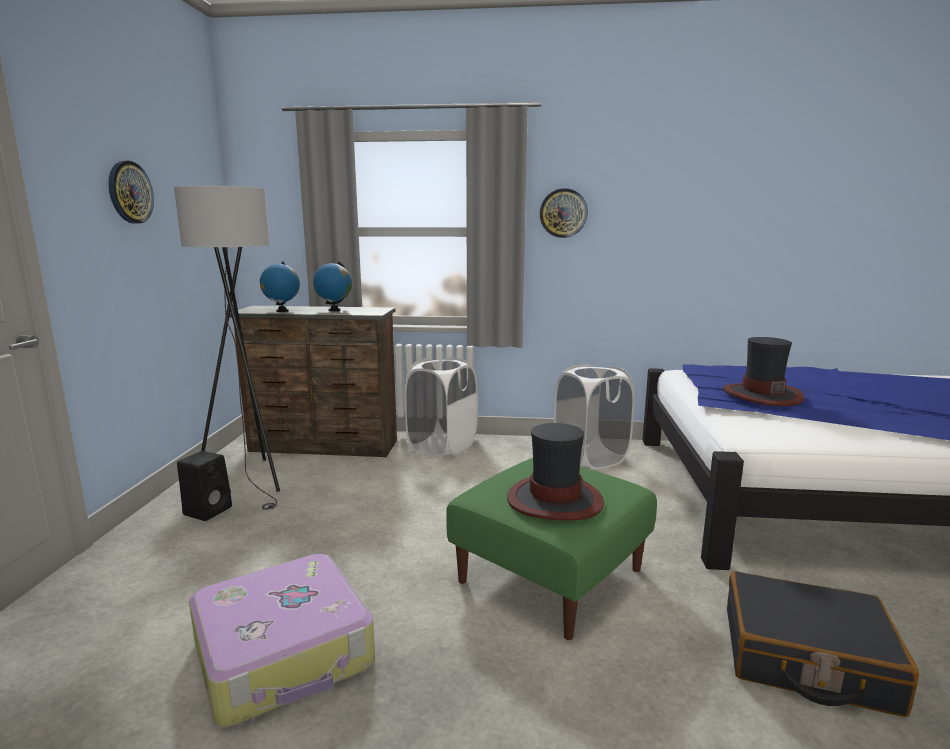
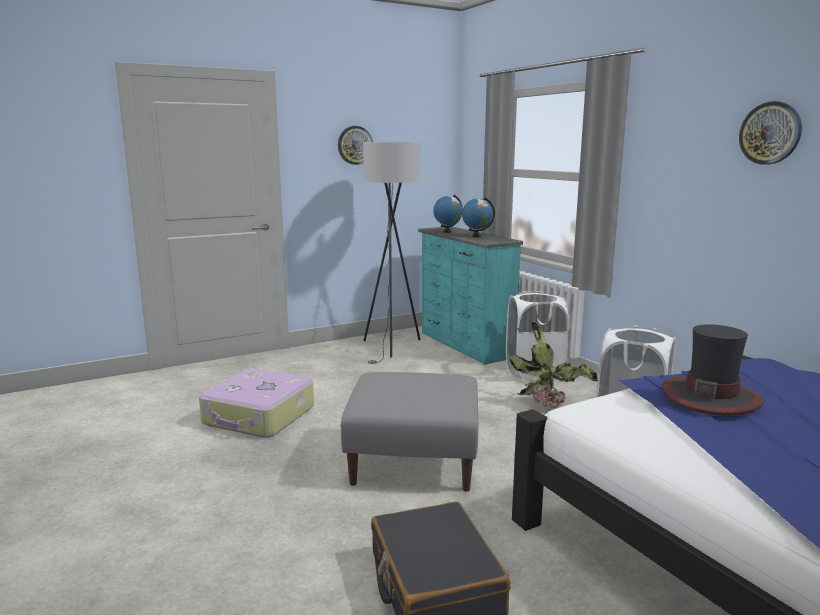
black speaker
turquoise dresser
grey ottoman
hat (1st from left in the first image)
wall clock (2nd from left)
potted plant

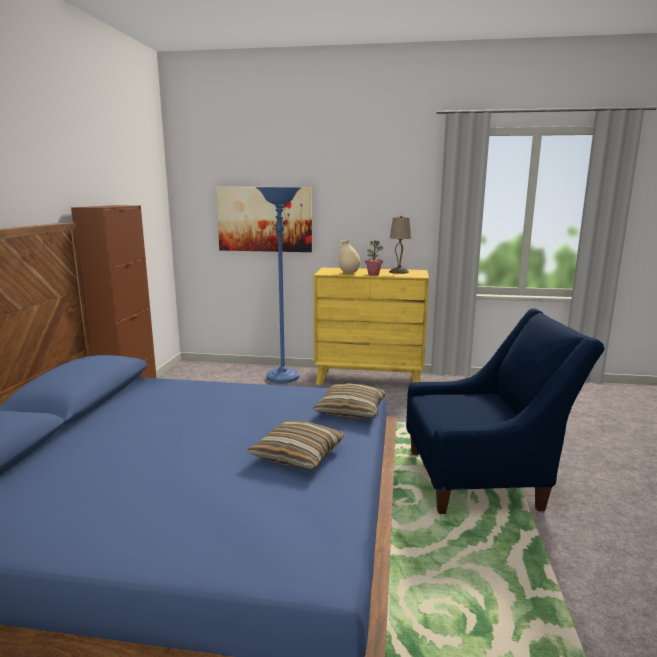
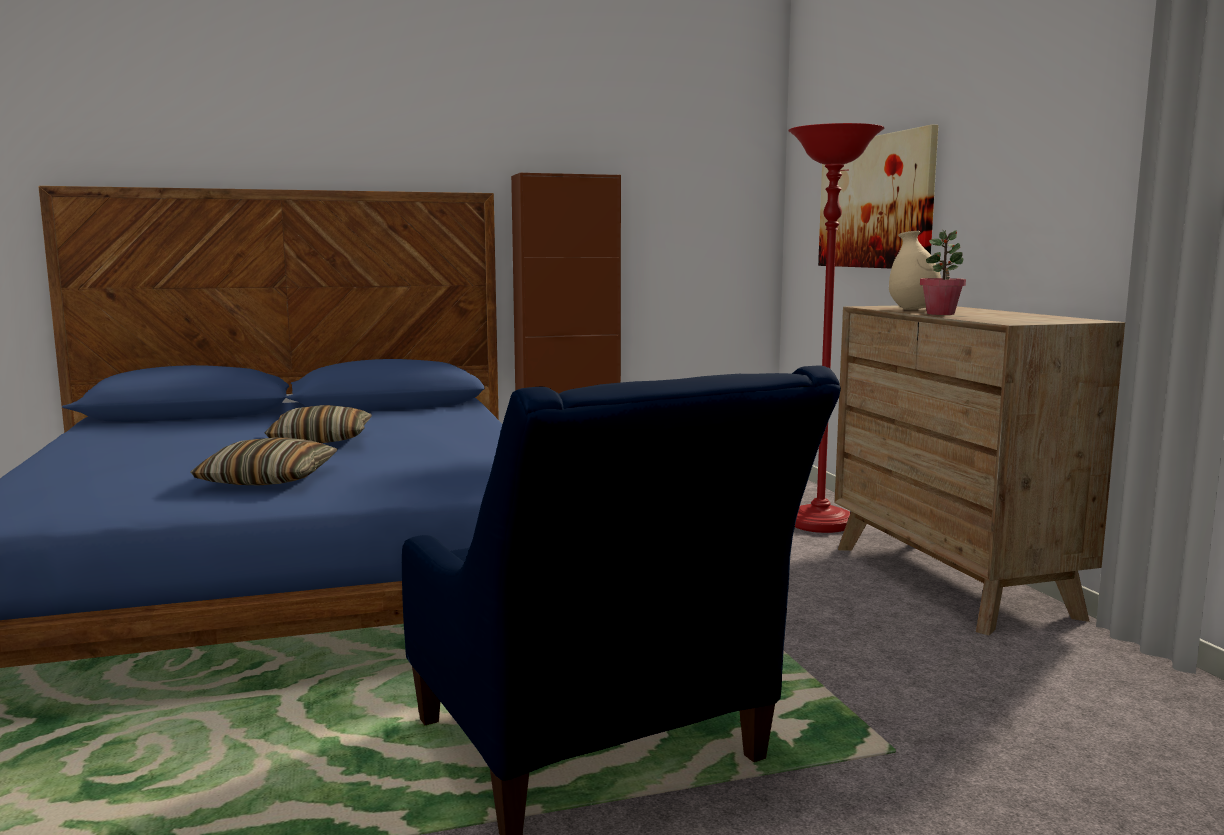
red floor lamp
pillow (2nd from left)
brown dresser
beige table lamp

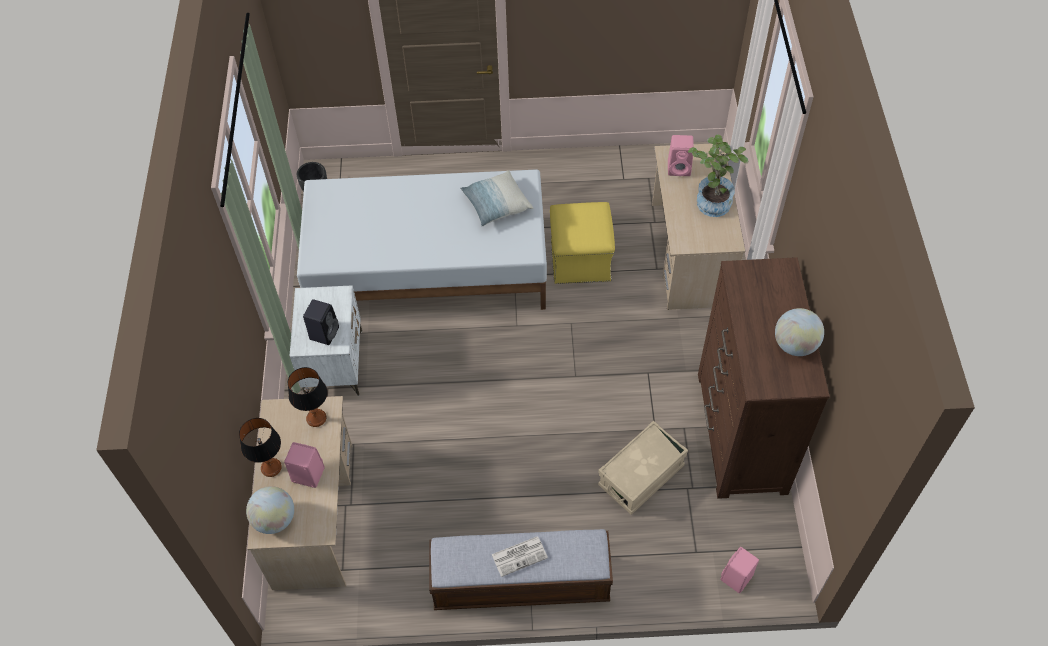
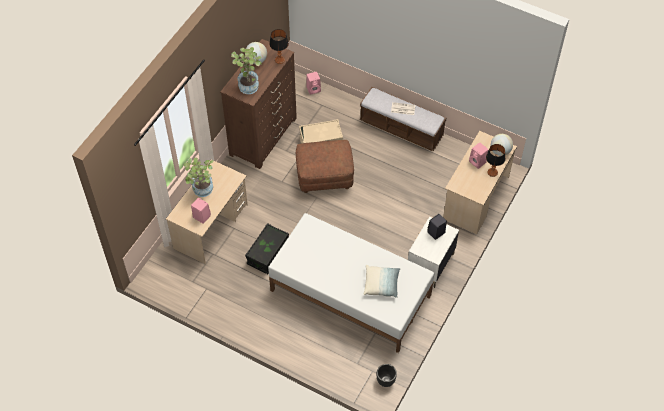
table lamp (1st from left)
pillow
black storage box
potted plant (2nd from left)
brown ottoman

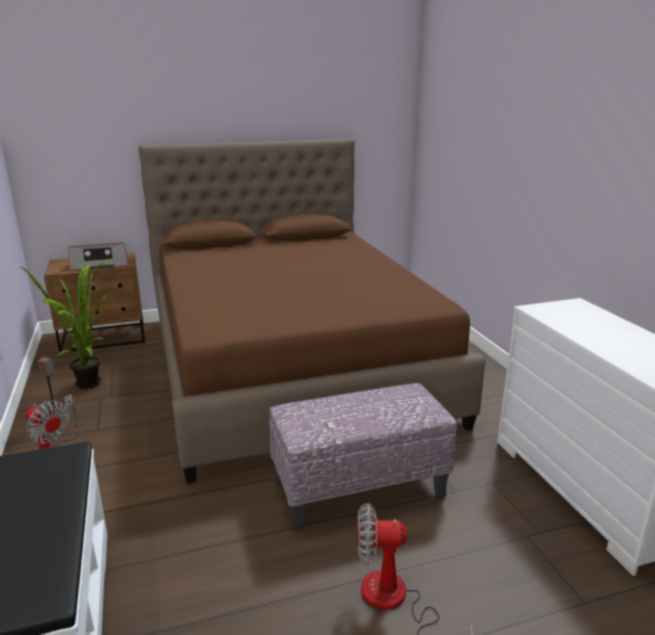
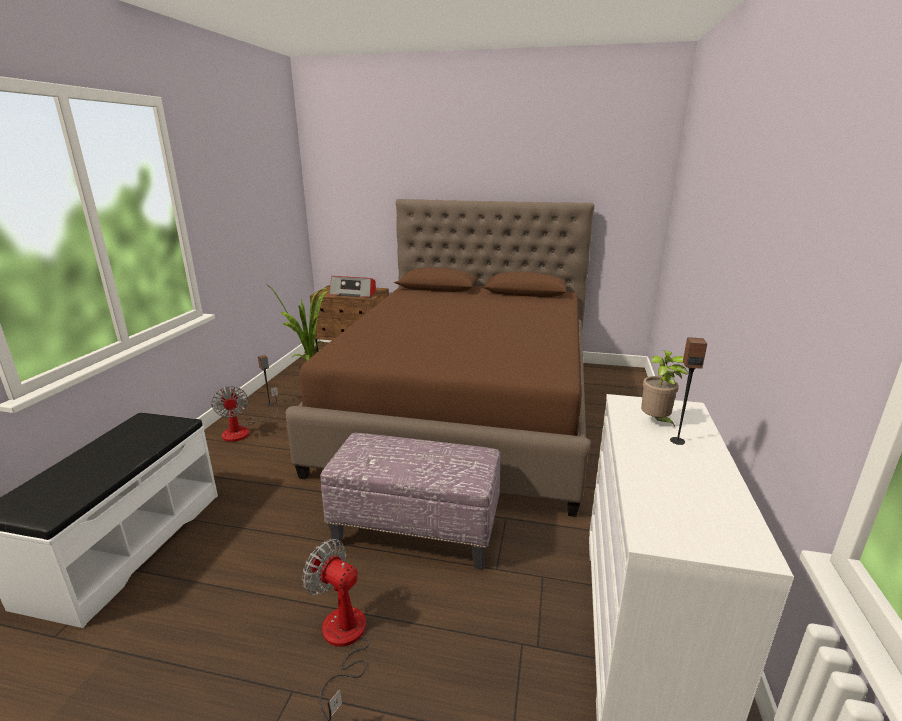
potted plant (2nd from left)
speaker (2nd from left)

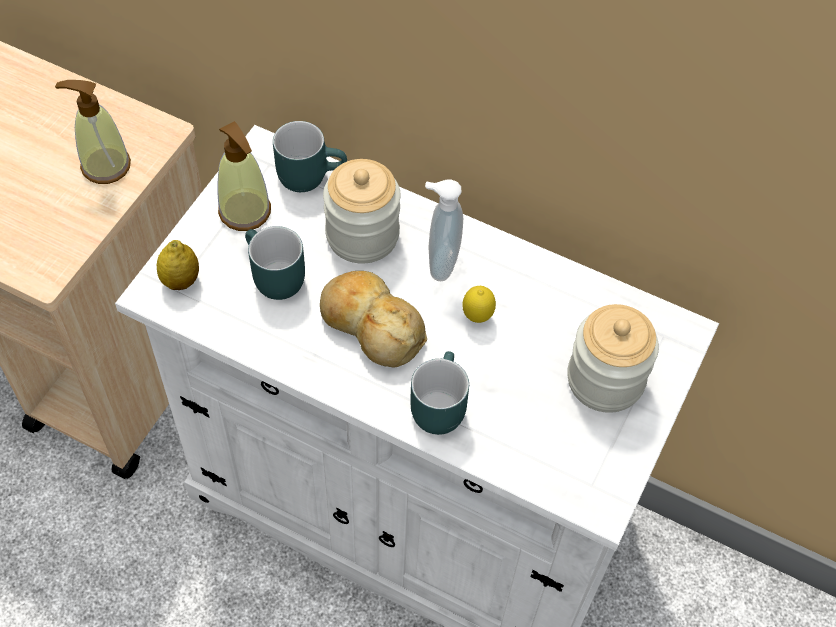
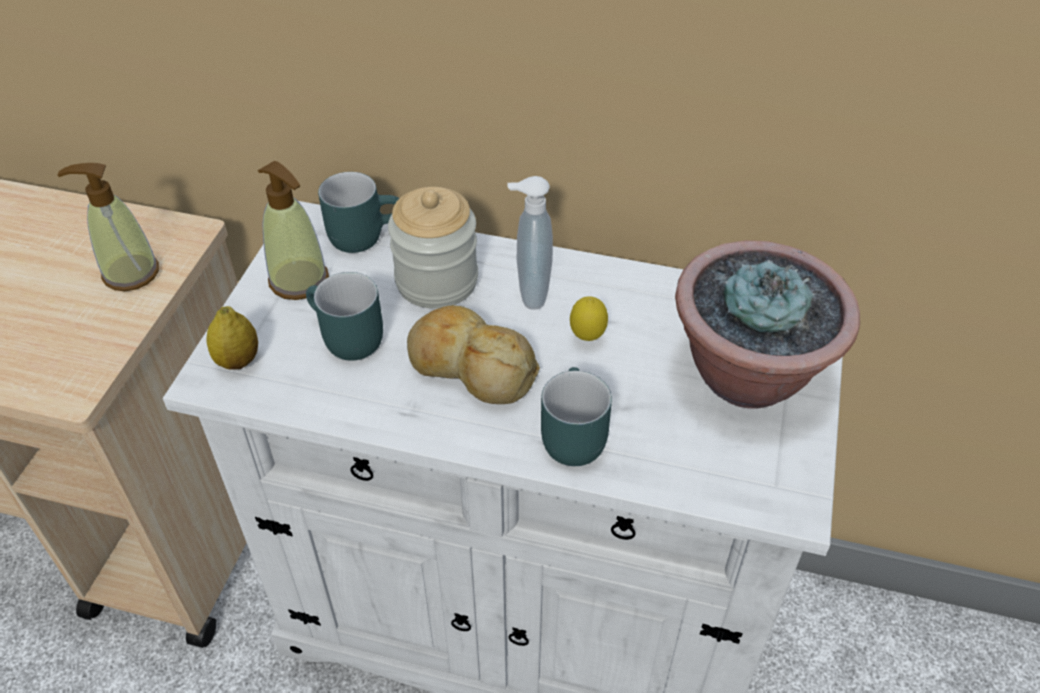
potted plant

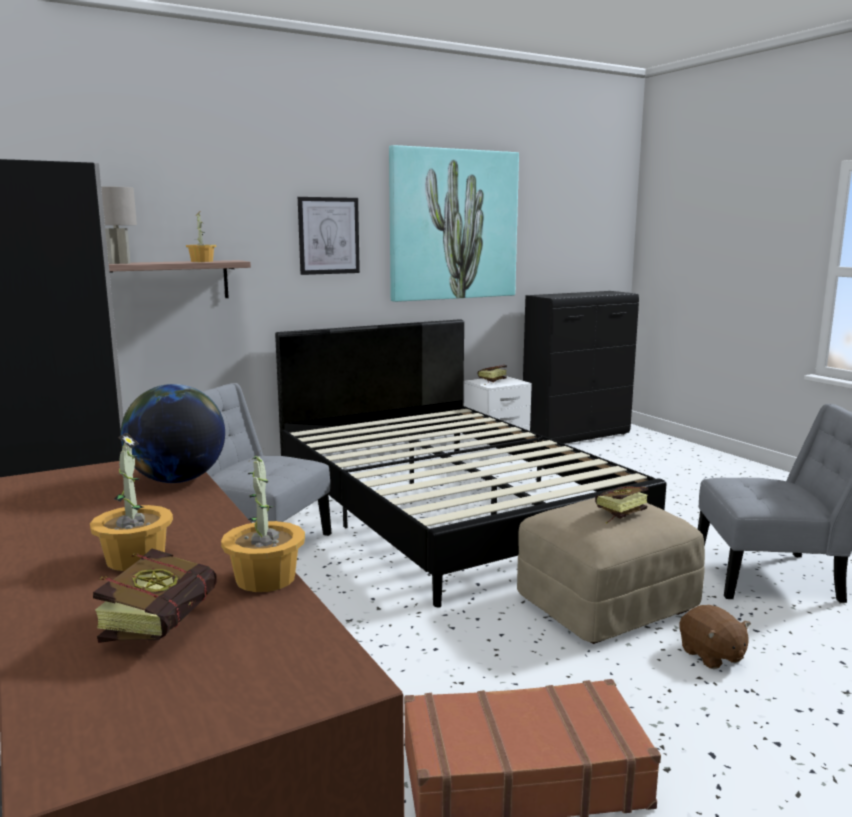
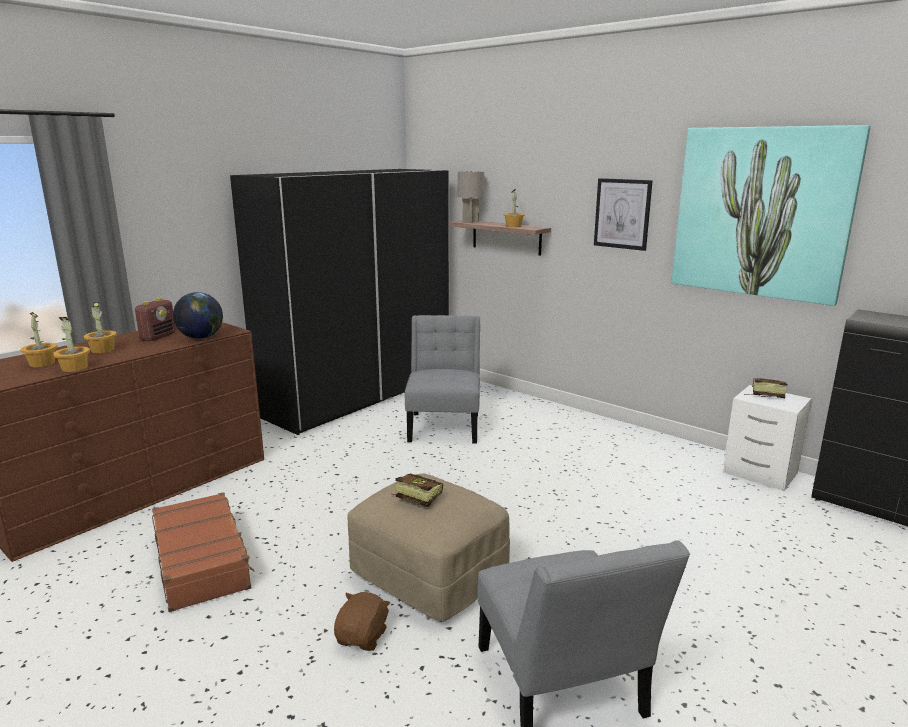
potted plant (1st from left)
black bed
brown plush toy
radio

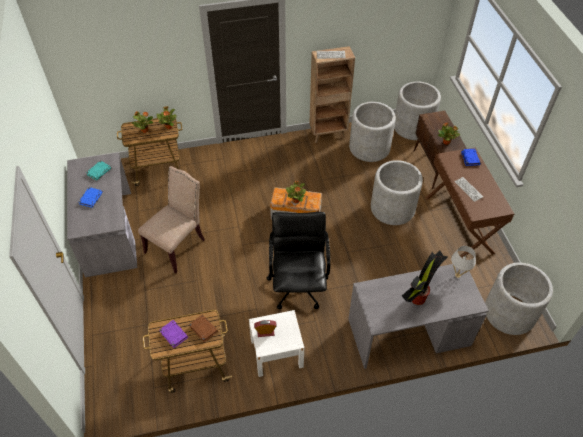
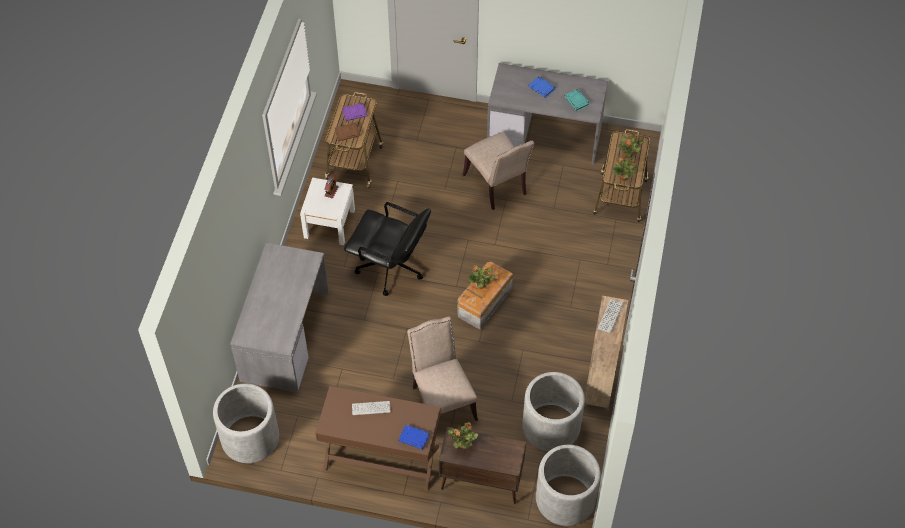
beige chair (1st from left)
potted plant (4th from left in the first image)
white table lamp

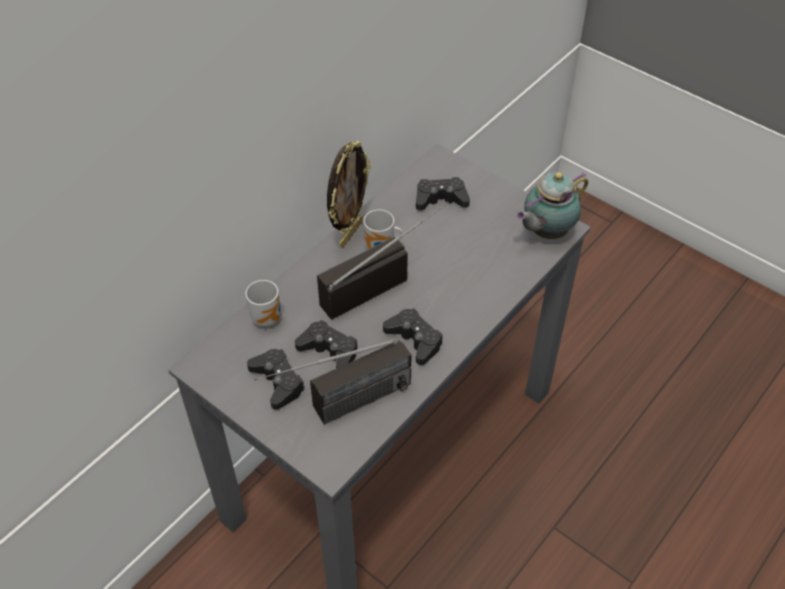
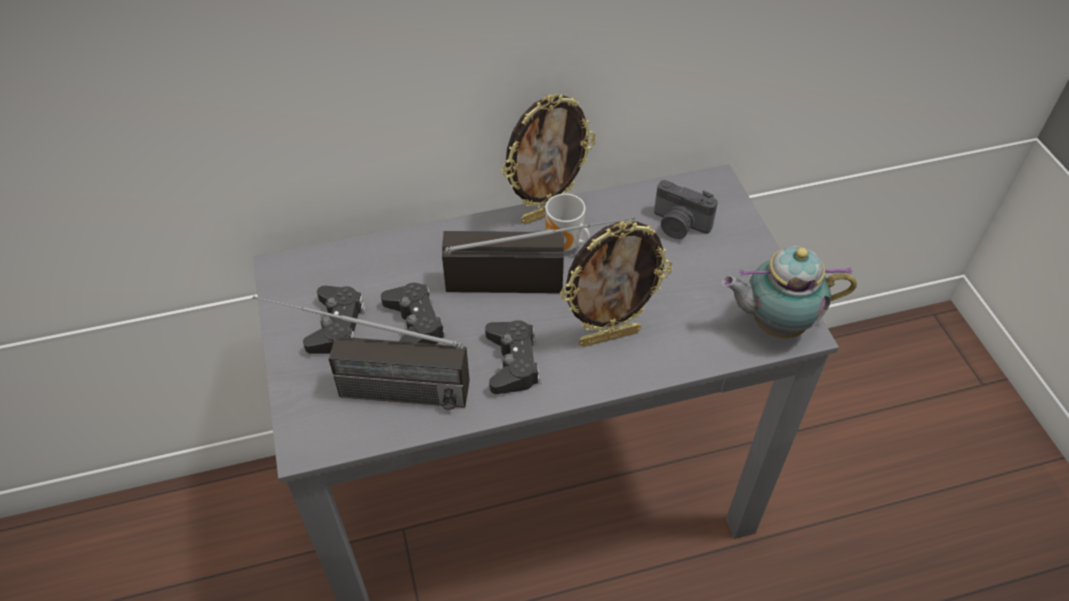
mug (1st from left in the first image)
photo camera
picture frame (2nd from left)

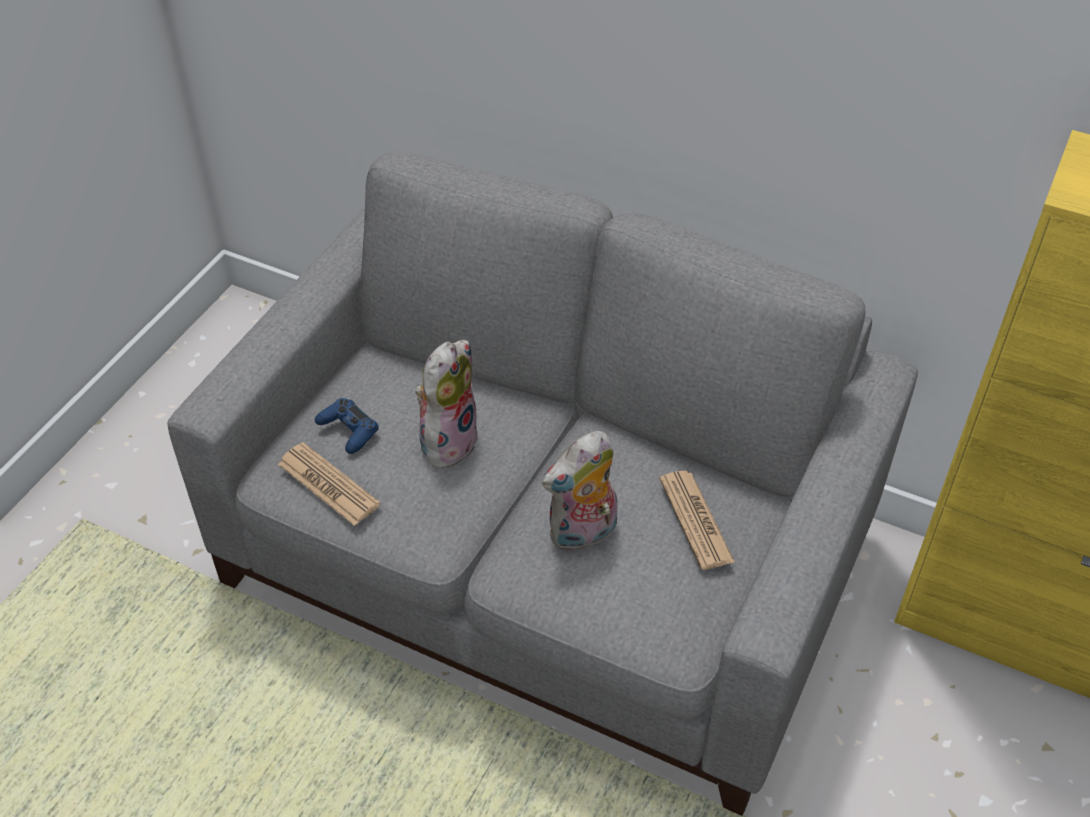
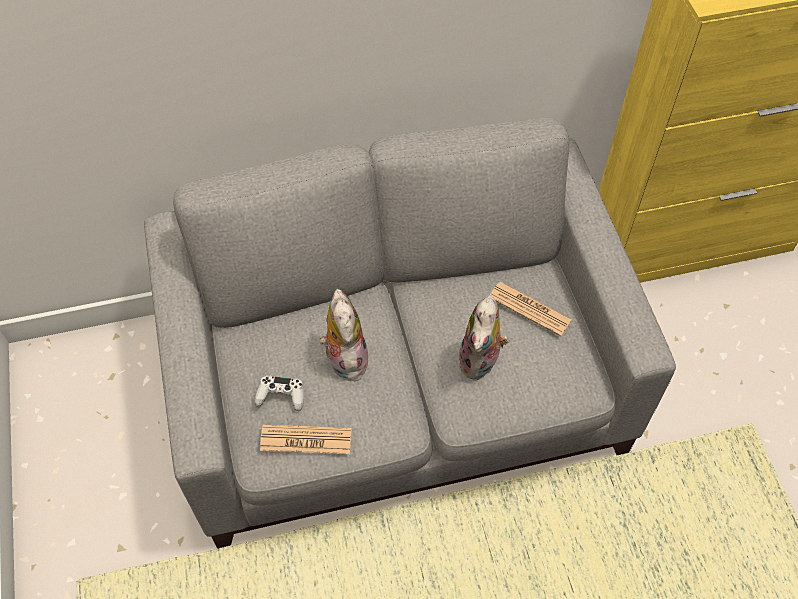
white game controller

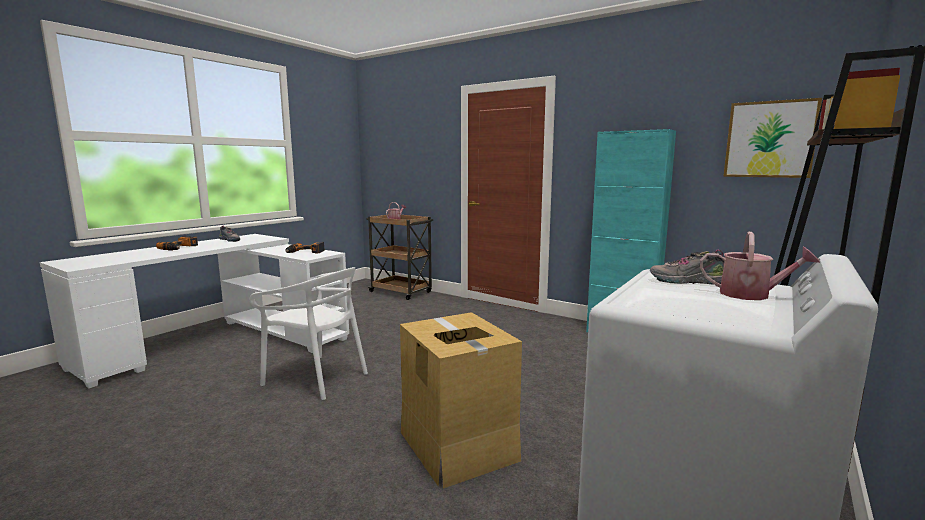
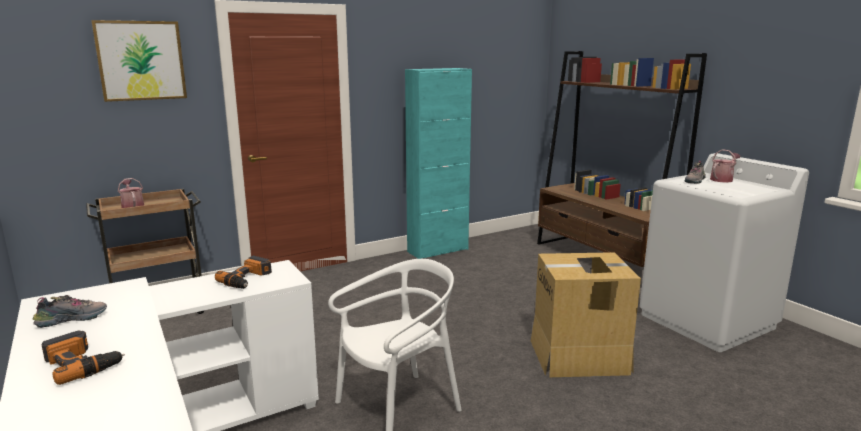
picture

